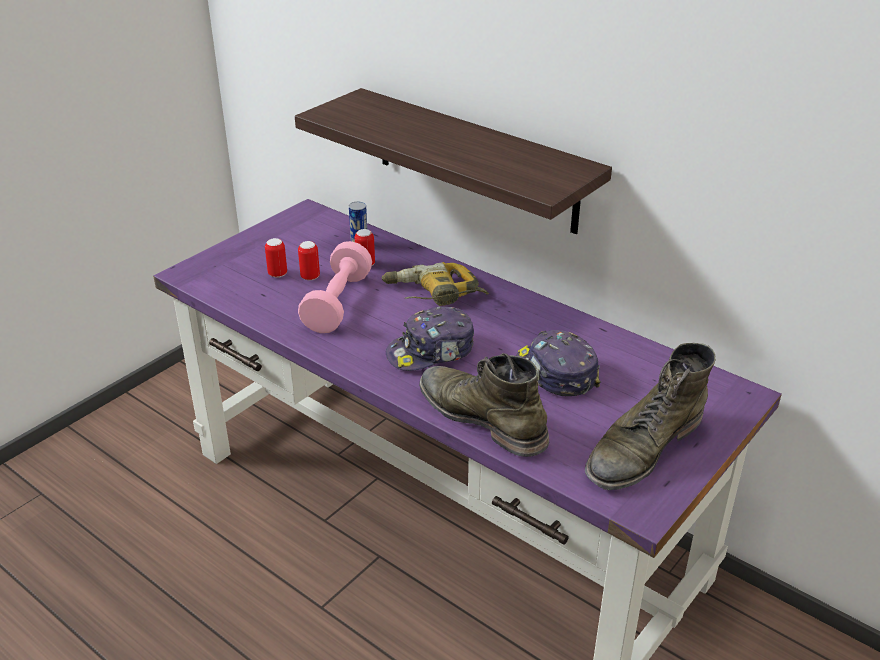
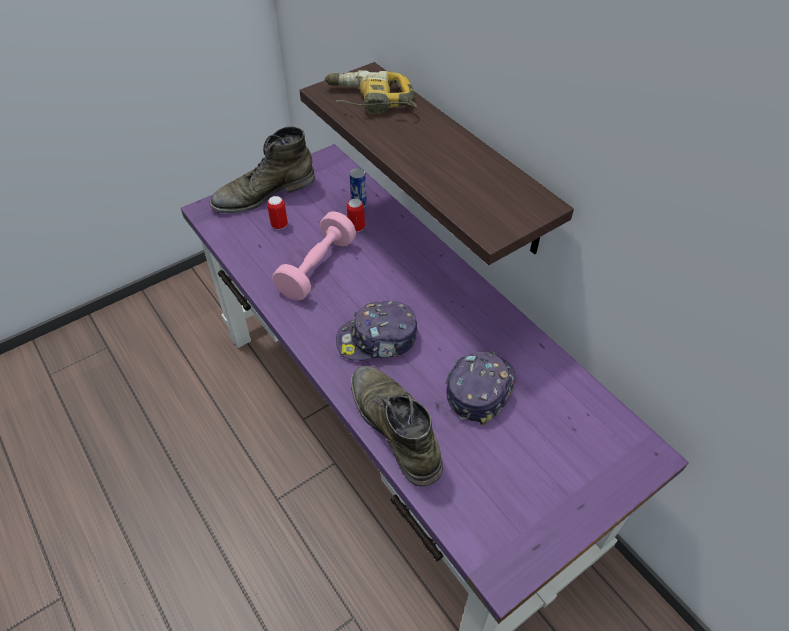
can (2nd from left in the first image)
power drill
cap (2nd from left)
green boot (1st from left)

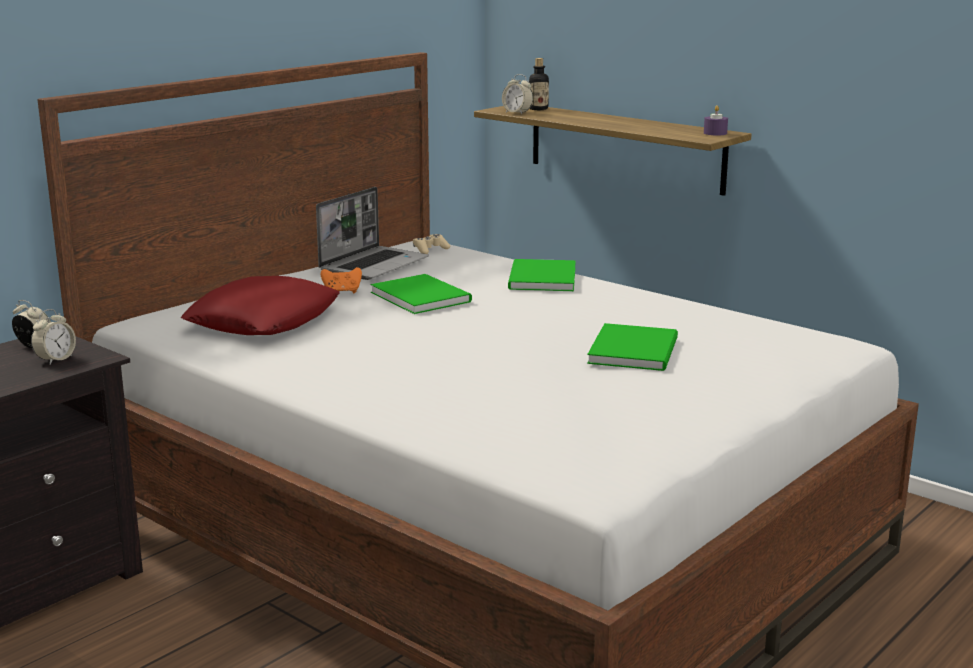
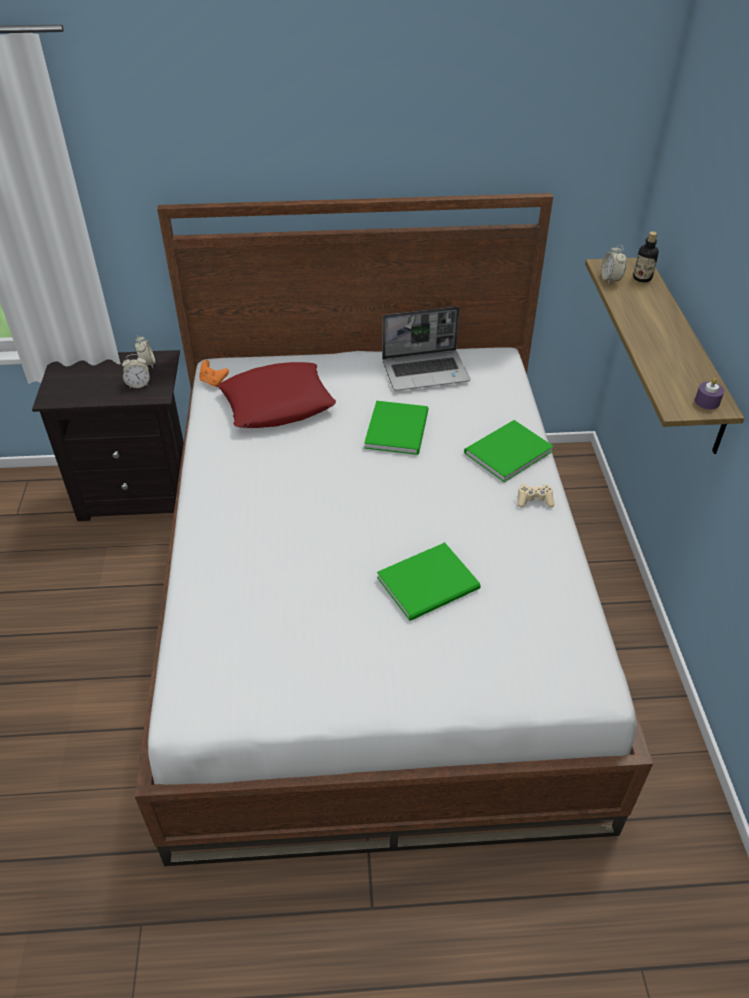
orange game controller
beige game controller

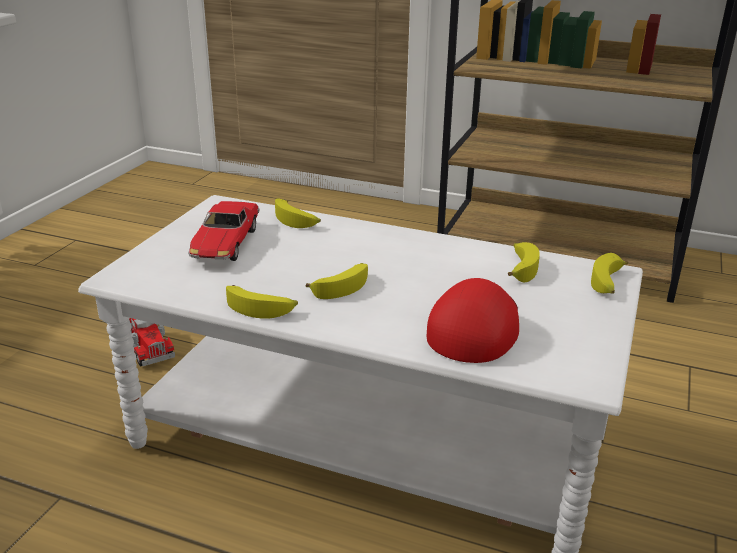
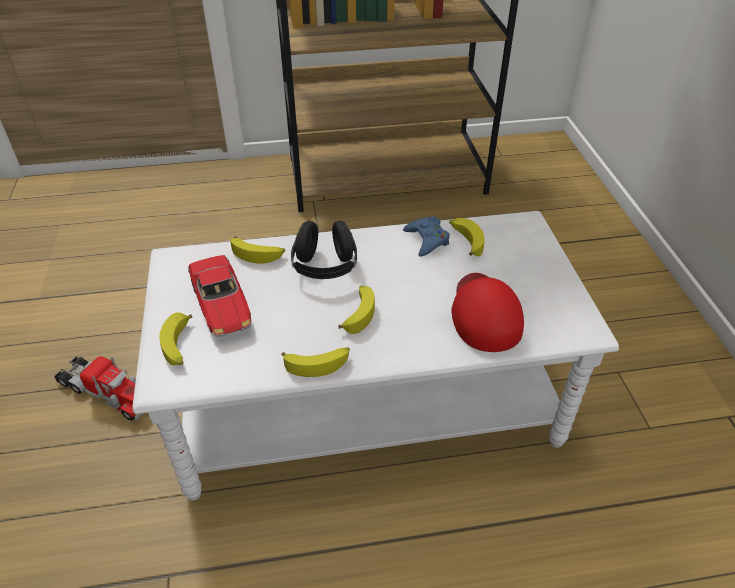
banana (1st from left)
black headphones
blue game controller

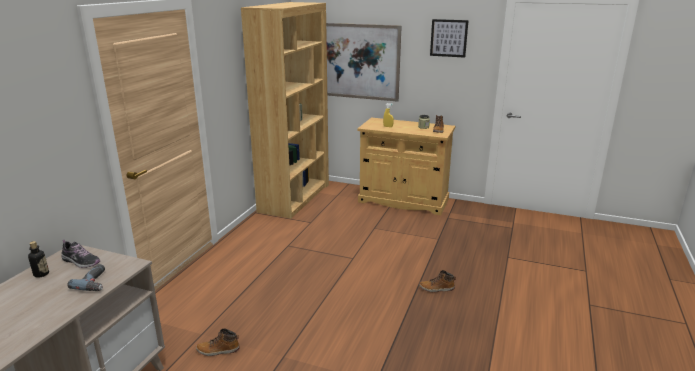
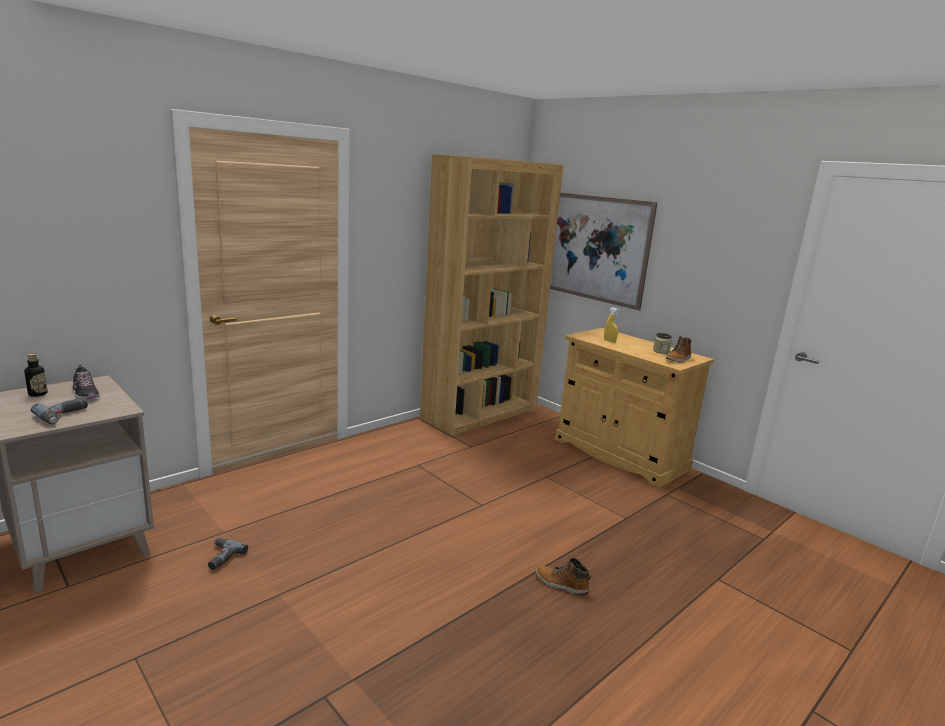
power drill (2nd from left)
picture (2nd from left in the first image)

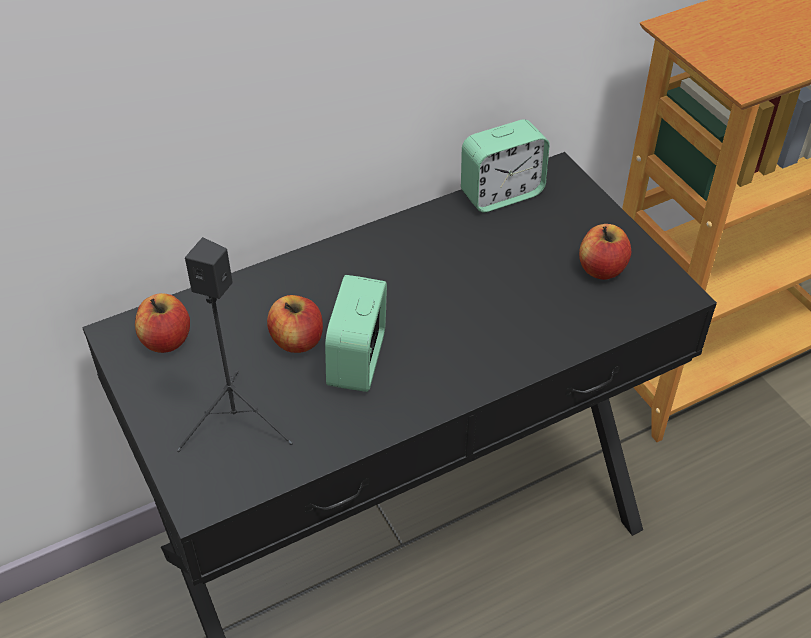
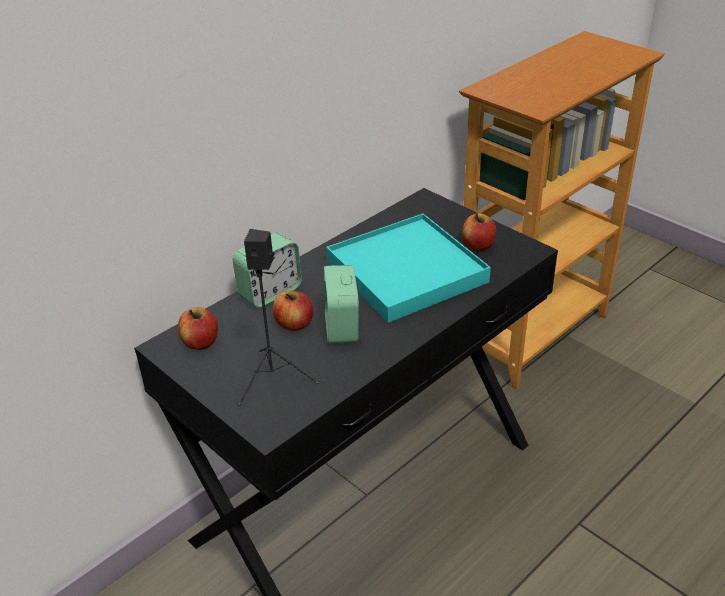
alarm clock (1st from left)
turquoise tray

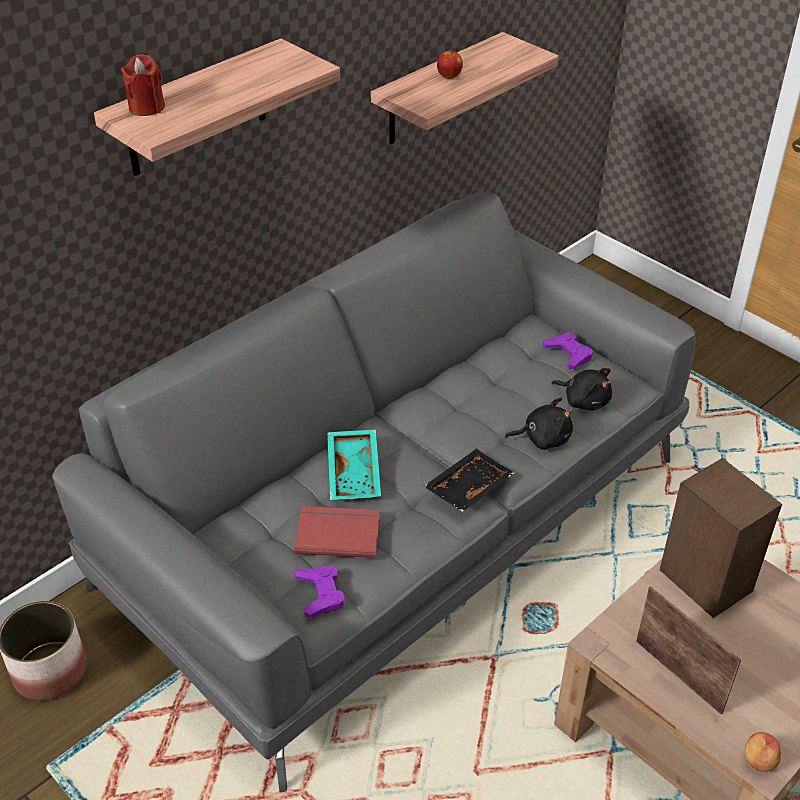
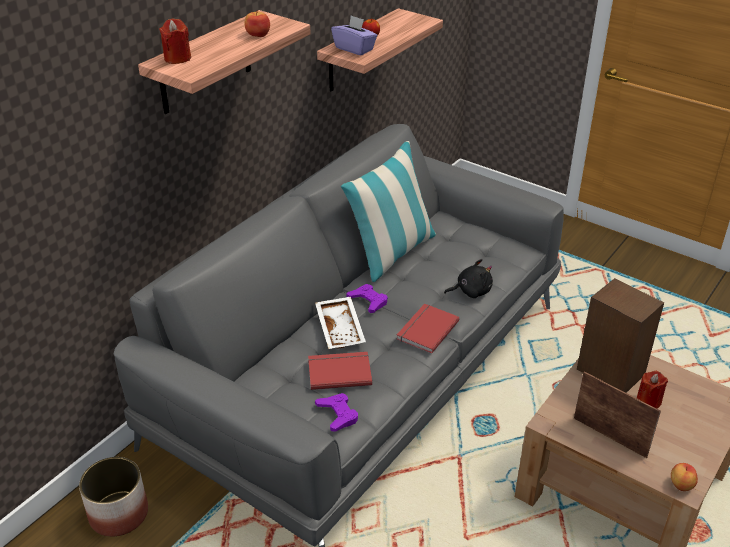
white tray
red book (2nd from left)
purple game controller (2nd from left)
black plush toy (2nd from left in the first image)
apple (1st from left)
purple tissue box
pillow
red candle (2nd from left)

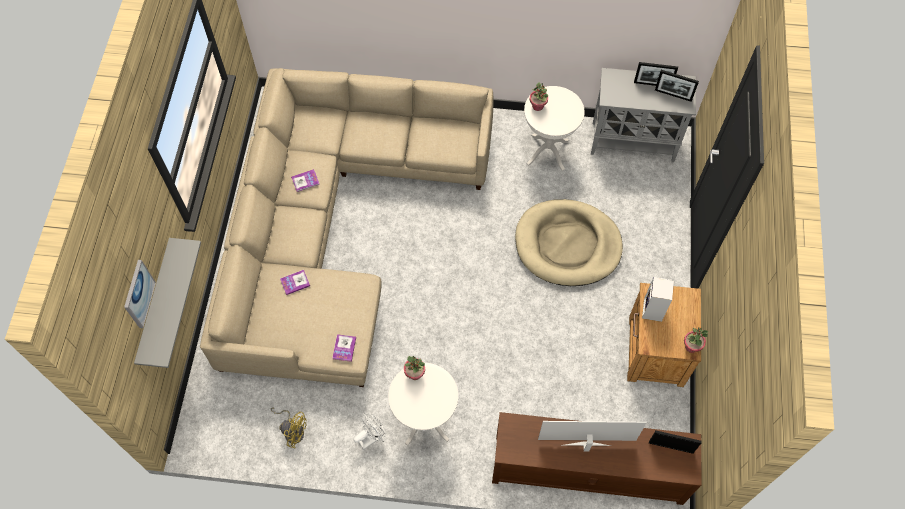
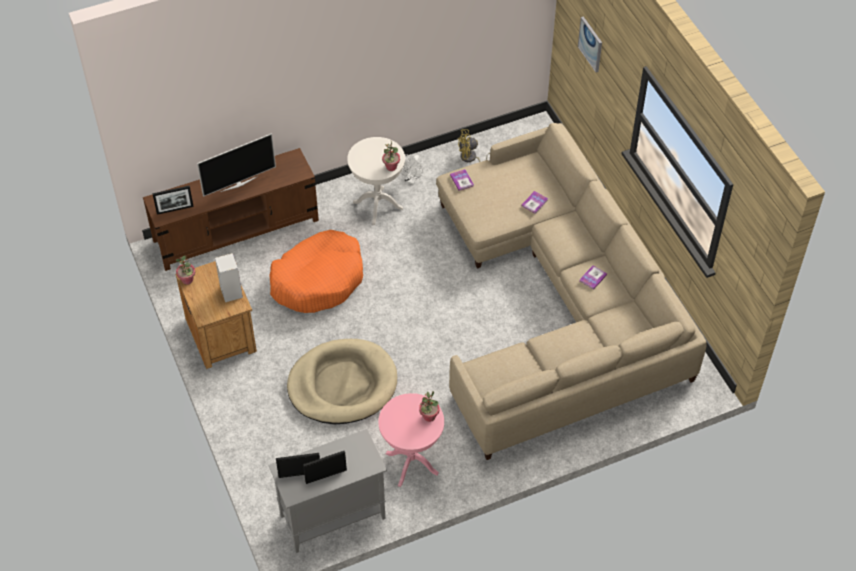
grey shelf
pink side table
orange dog bed

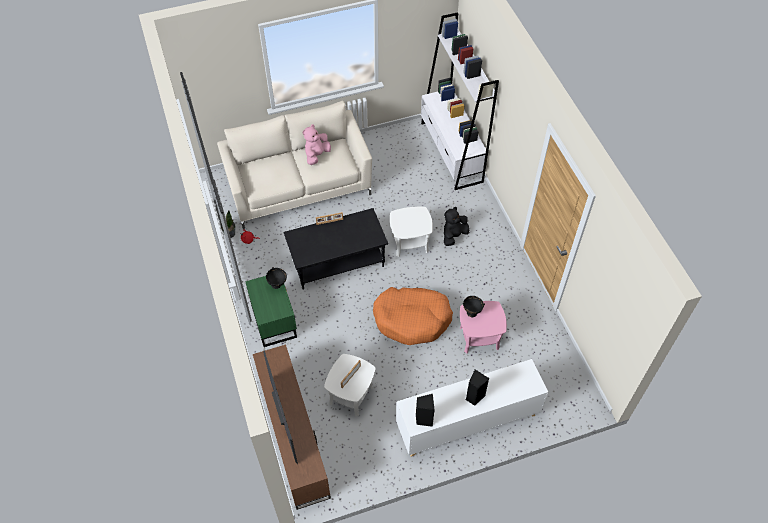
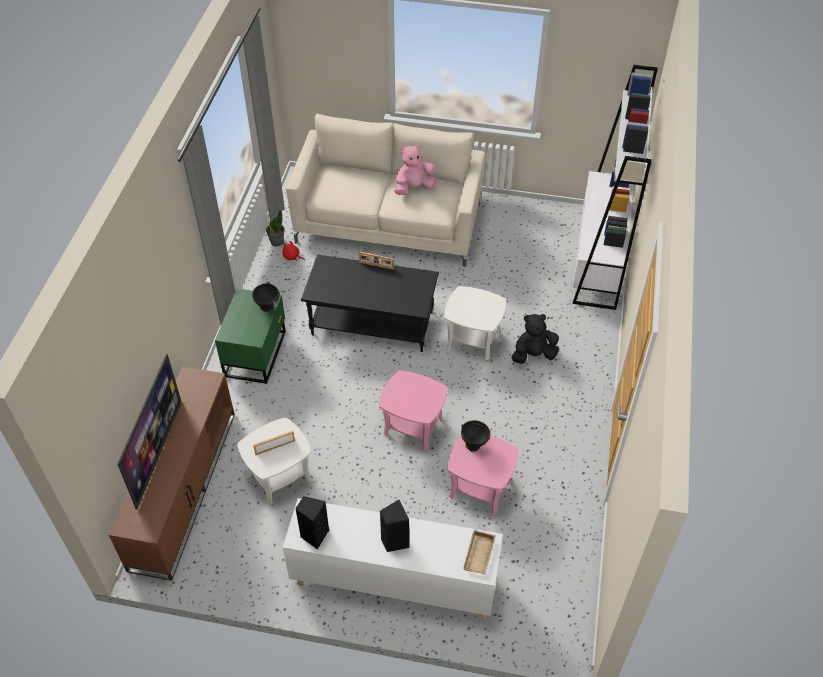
pink side table (1st from left)
beige tray

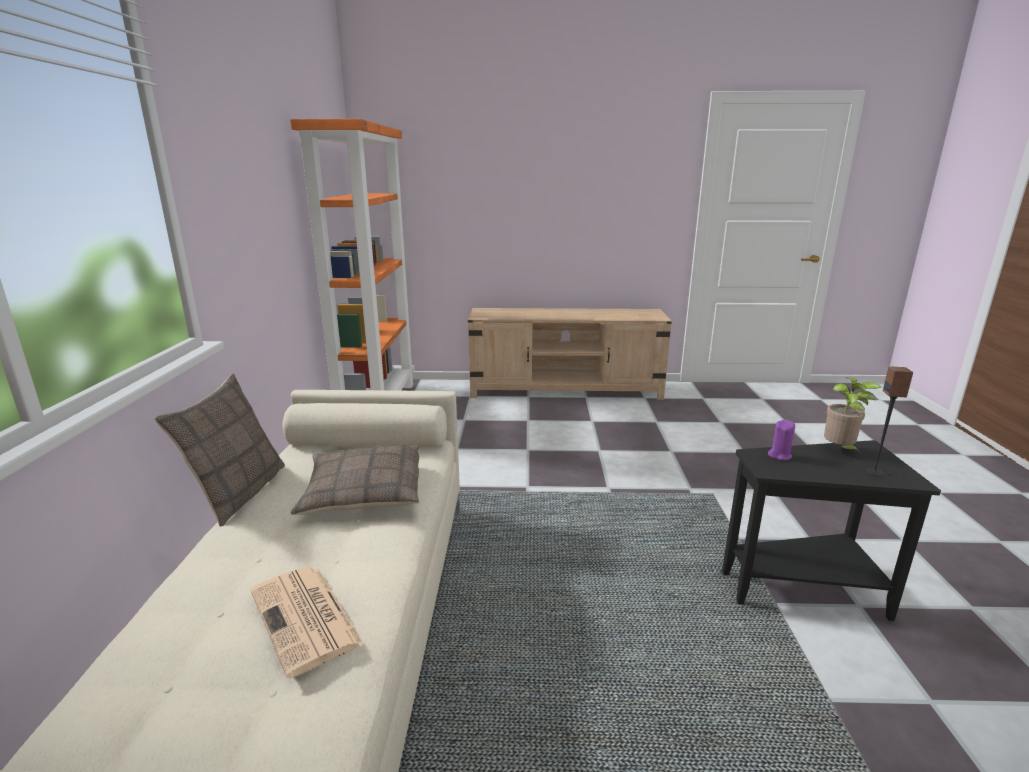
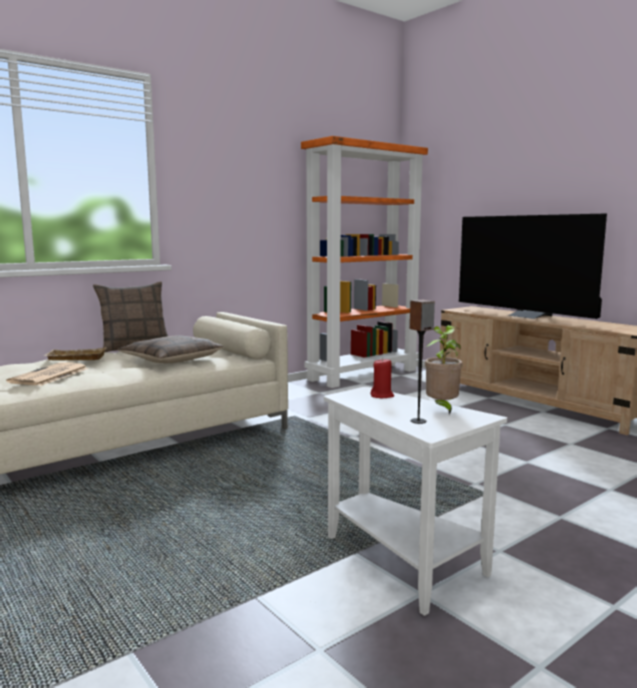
white side table
red candle
beige tray
television

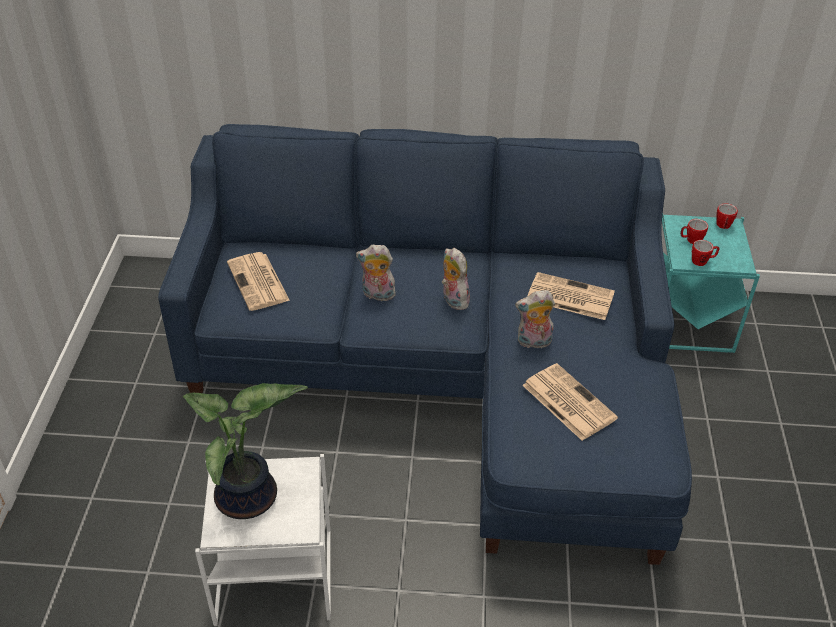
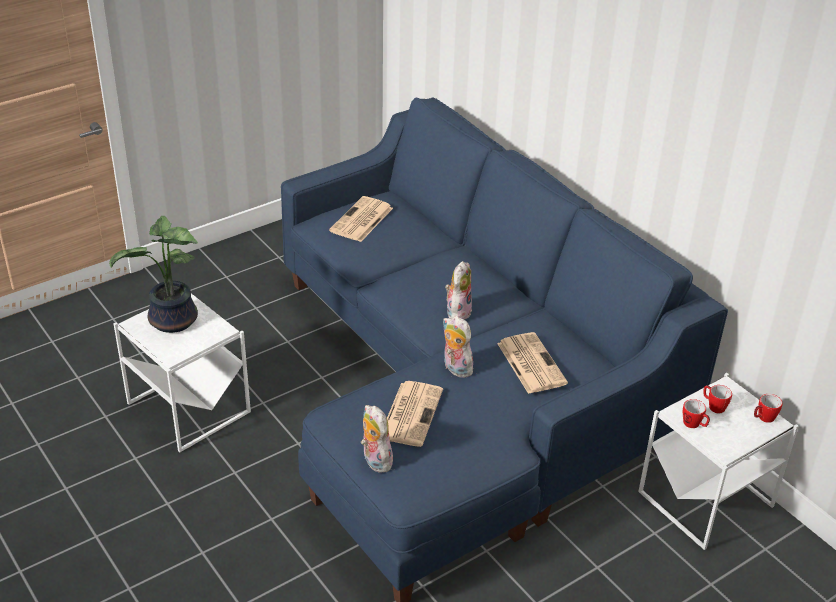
plush toy (1st from left)
white side table (2nd from left)

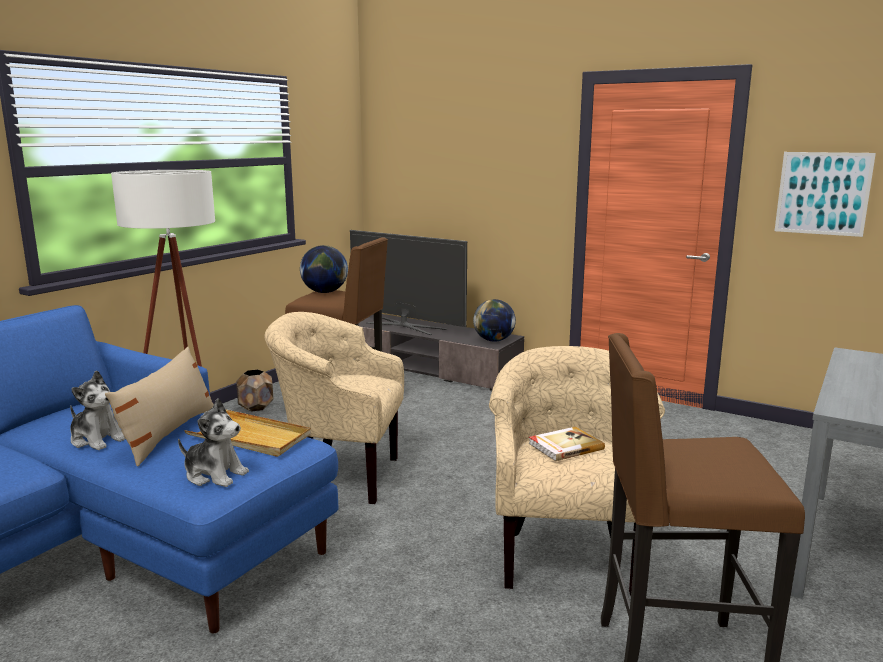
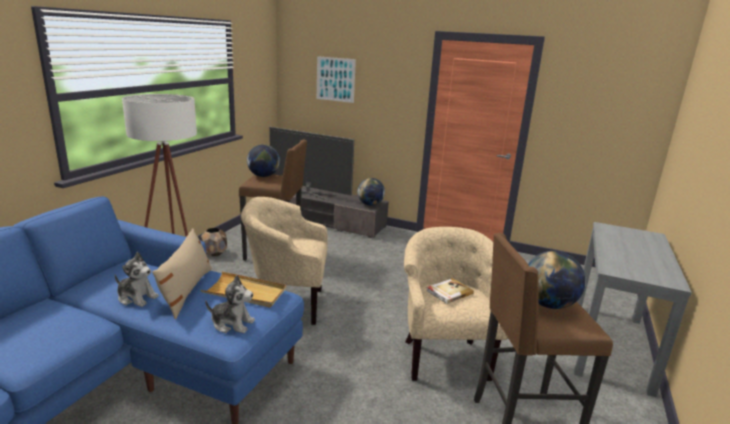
picture
globe (3rd from left)

